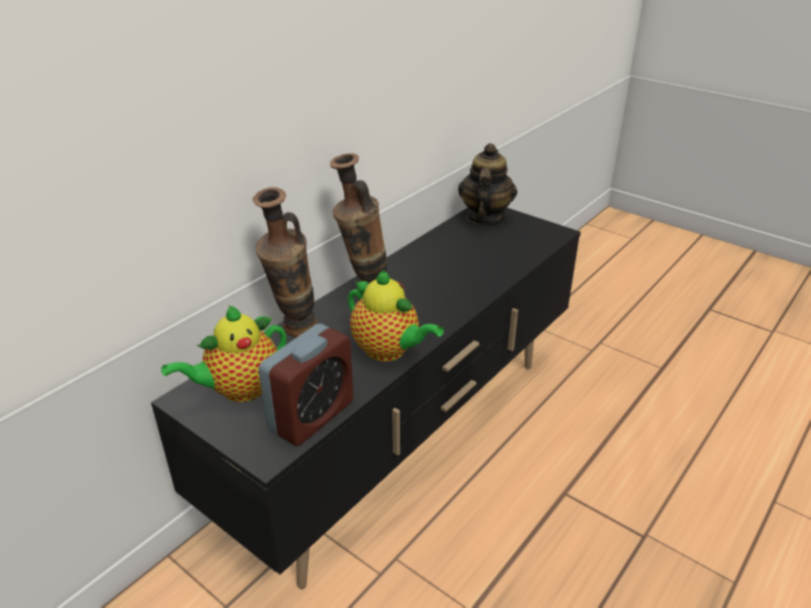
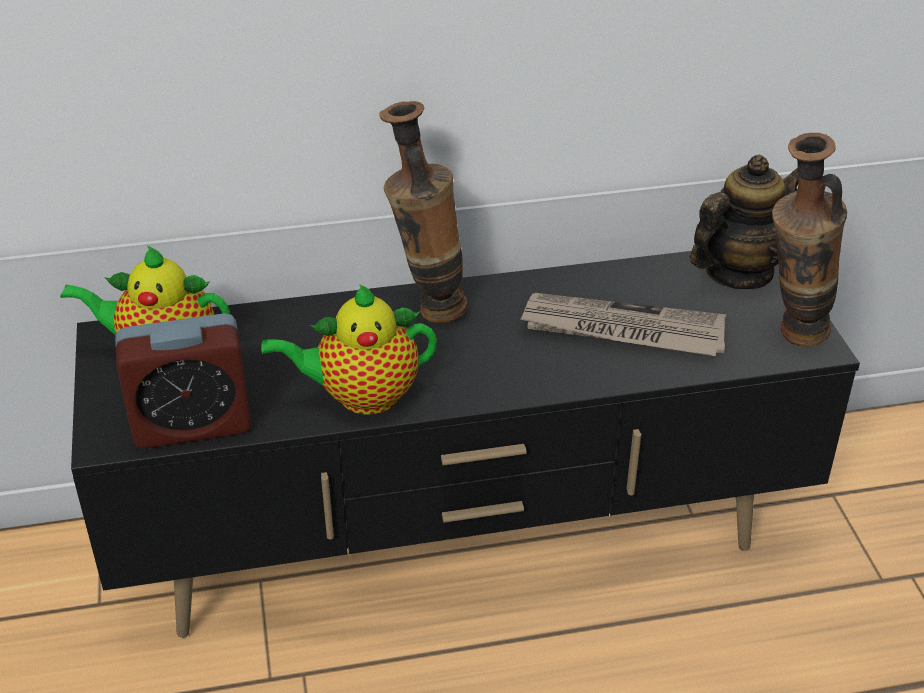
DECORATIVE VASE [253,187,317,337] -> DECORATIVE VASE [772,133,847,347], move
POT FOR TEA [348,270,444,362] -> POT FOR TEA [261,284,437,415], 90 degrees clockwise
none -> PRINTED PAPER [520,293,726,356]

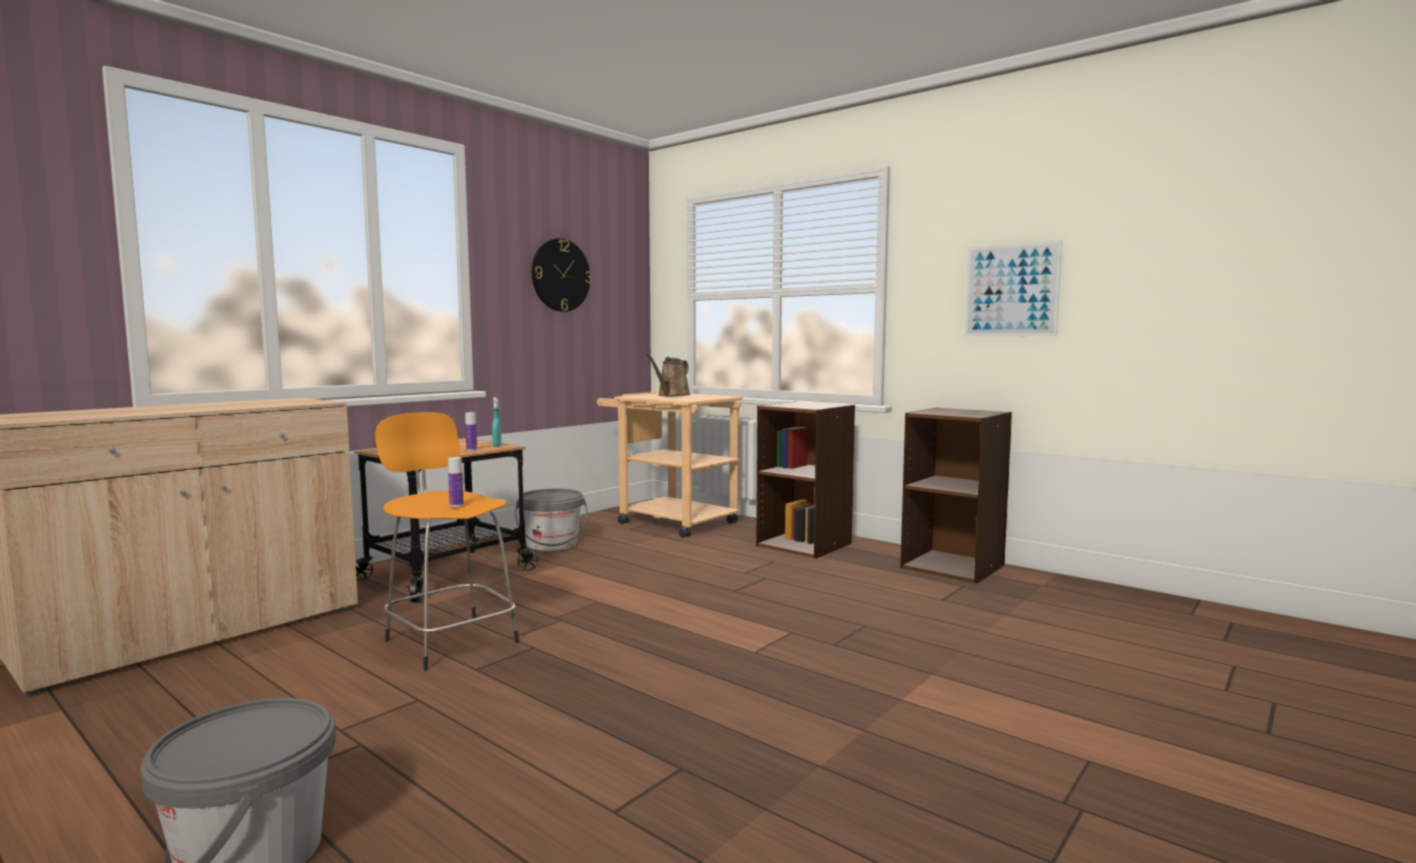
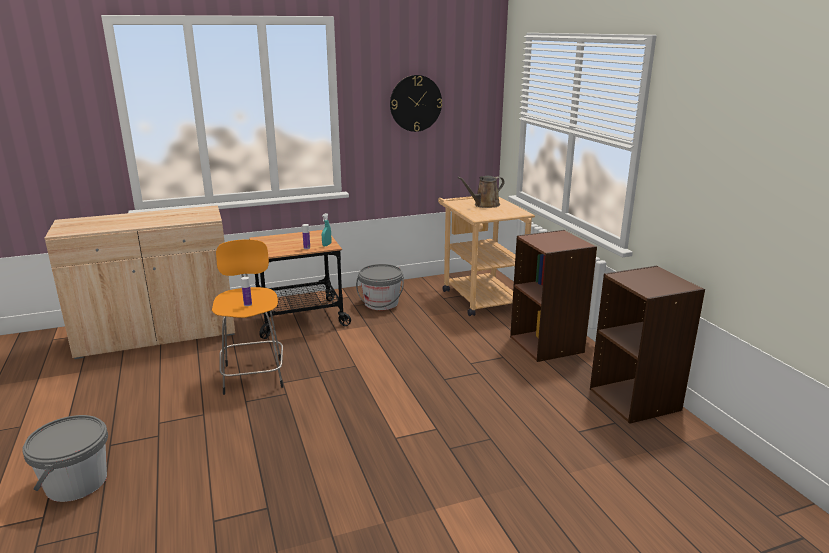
WALL ART [965,240,1062,336] -> none

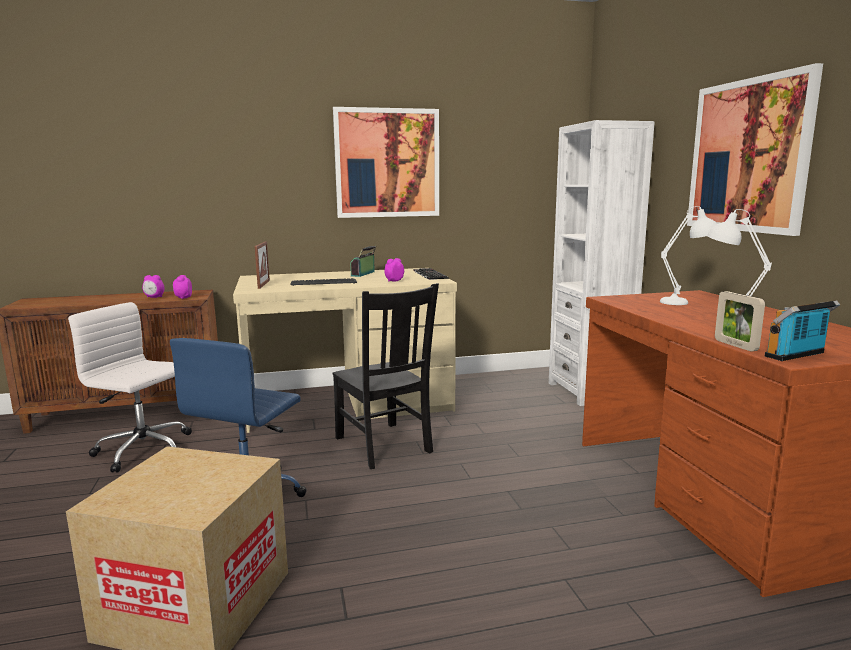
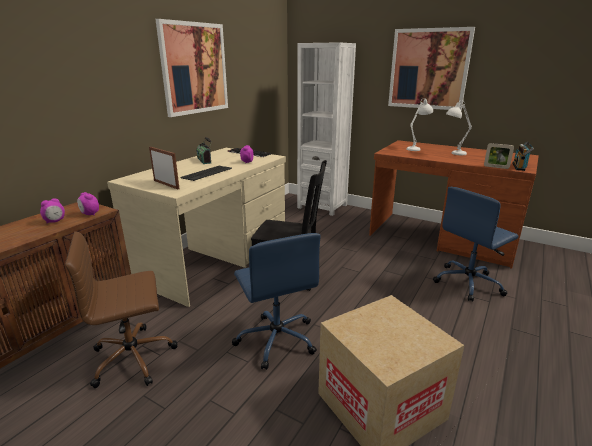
WHITE-COLOURED DESK CHAIR [68,302,192,473] -> BROWNISH DESK CHAIR [65,231,178,388]
none -> BLUE DESK CHAIR [433,187,519,302]

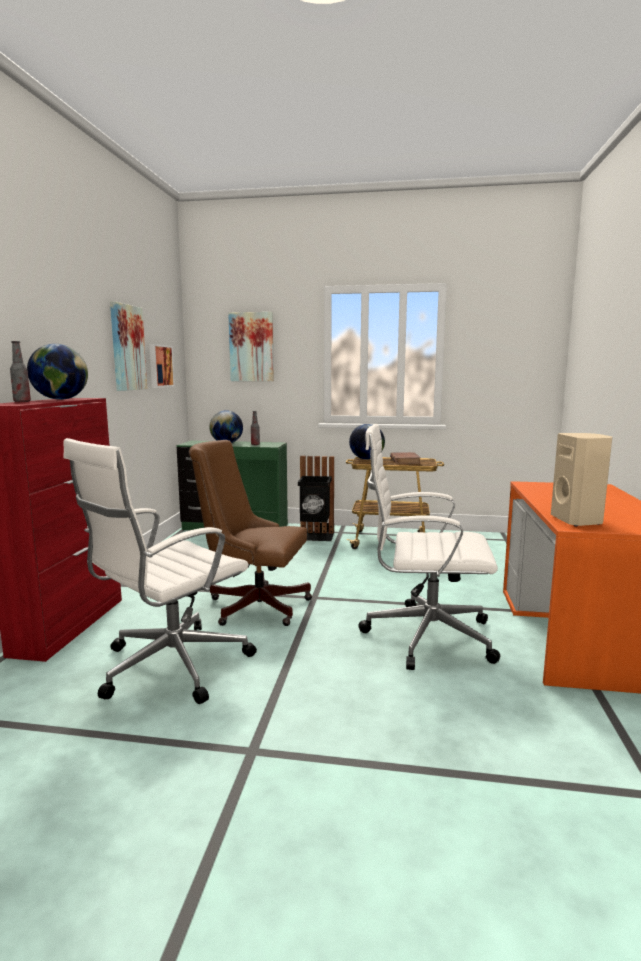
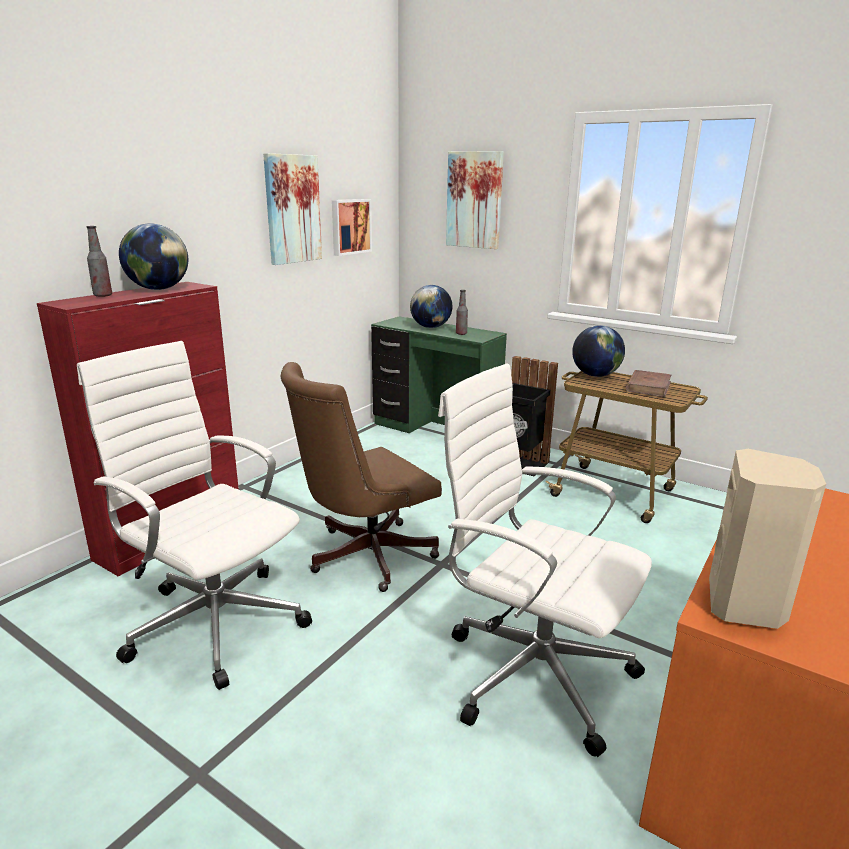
WHITE-COLOURED DESK CHAIR [63,438,257,704] -> WHITE-COLOURED DESK CHAIR [77,341,312,690], 60 degrees clockwise
BROWNISH DESK CHAIR [189,440,312,626] -> BROWNISH DESK CHAIR [281,362,442,592], 75 degrees counterclockwise

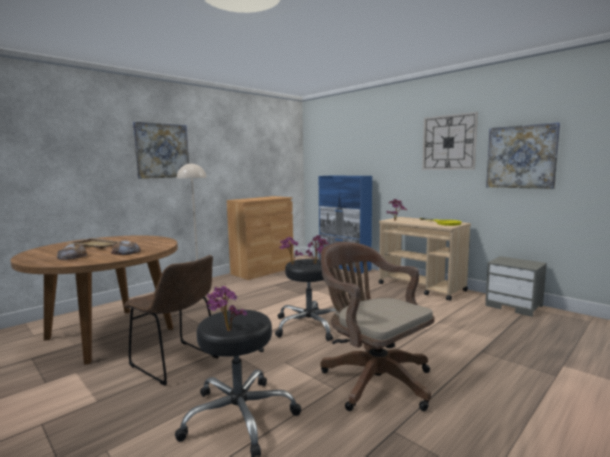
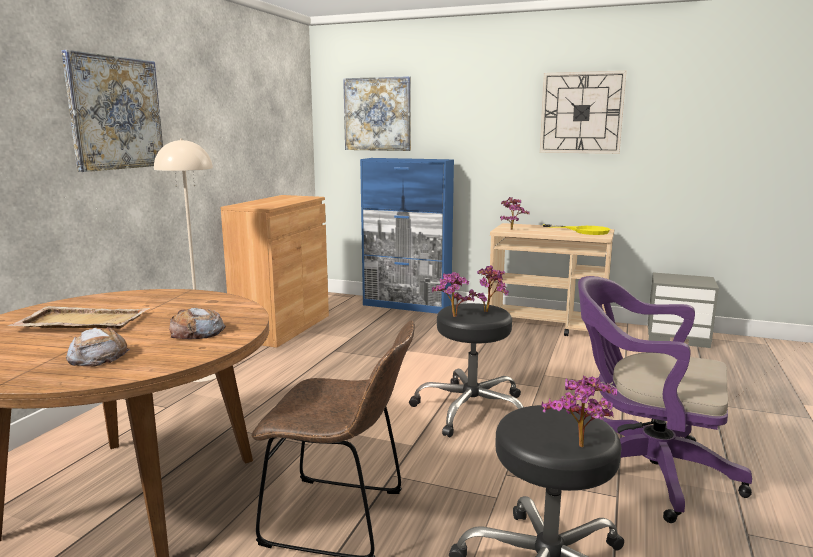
BROWNISH DESK CHAIR [320,242,435,411] -> PURPLISH DESK CHAIR [578,276,752,523]
WALL ART [486,122,560,189] -> WALL ART [343,76,411,151], move

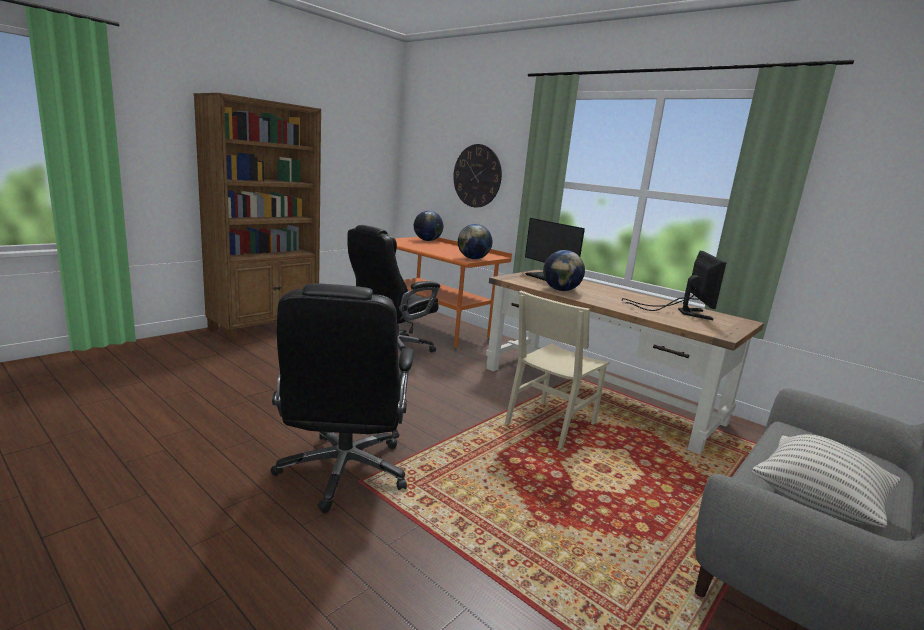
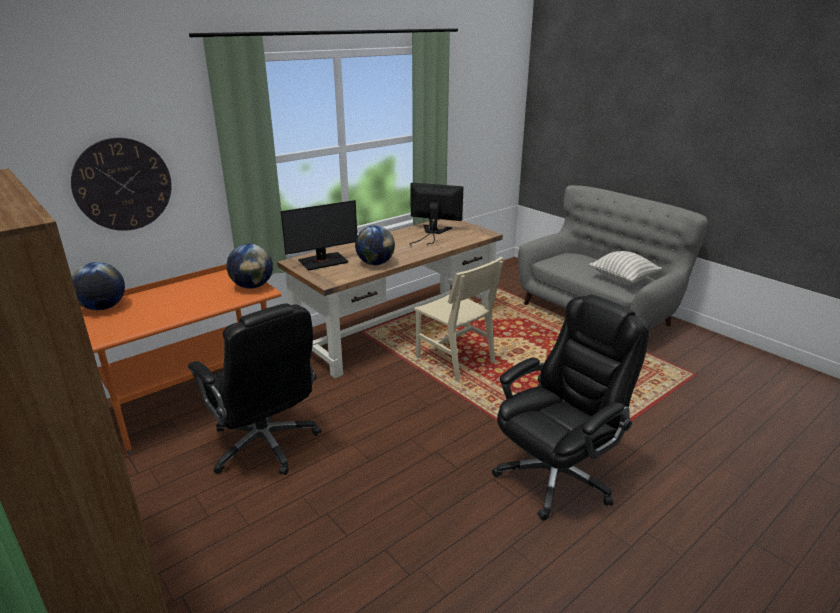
BLACKISH DESK CHAIR [271,283,415,513] -> BLACKISH DESK CHAIR [492,295,650,520], 45 degrees counterclockwise

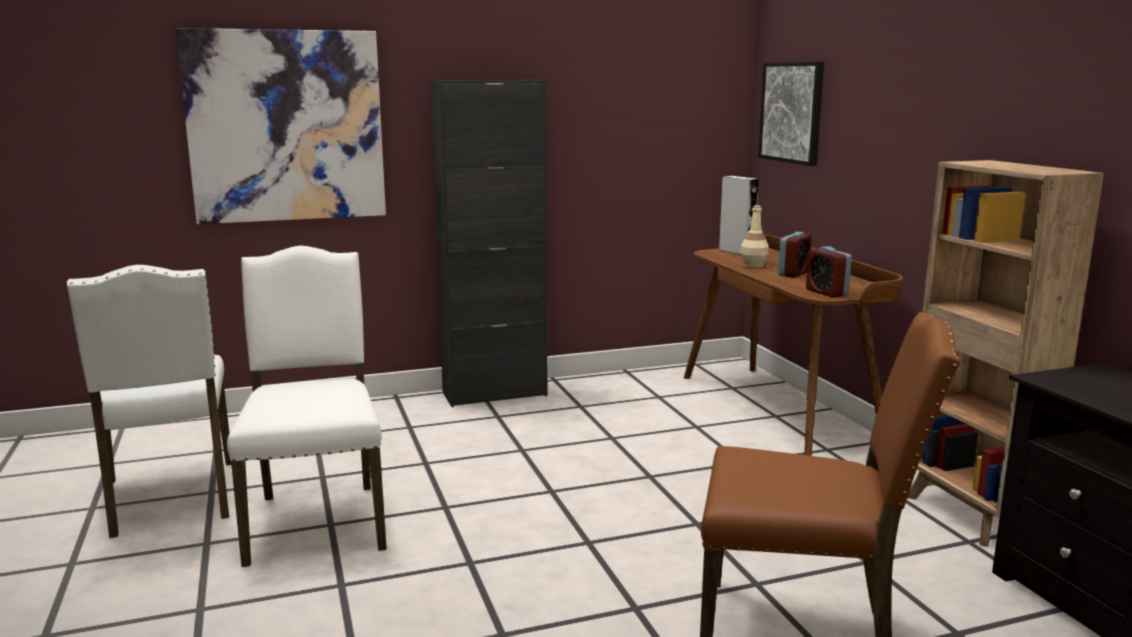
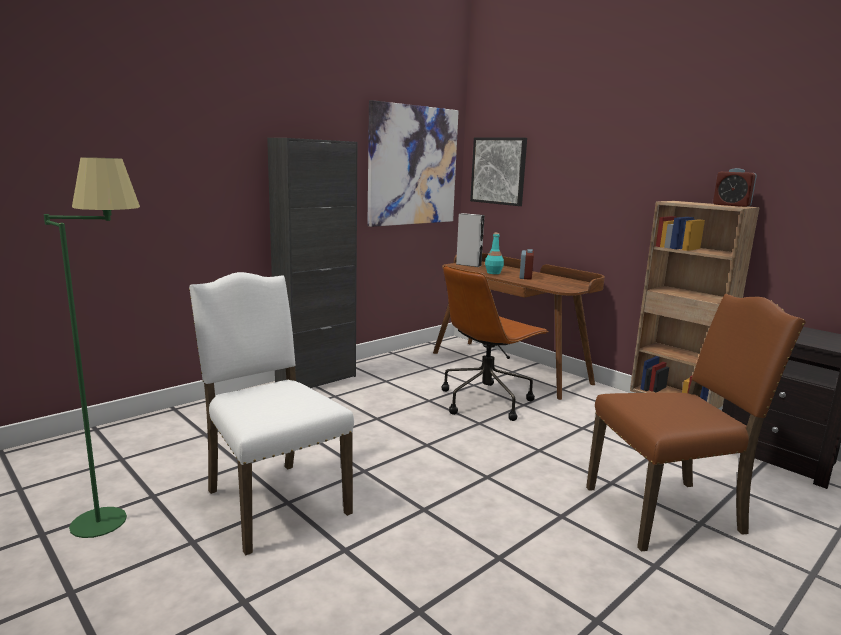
WHITE-COLOURED UPRIGHT CHAIR [67,265,231,538] -> GREENISH STANDARD LAMP [44,157,140,538]
WALL ART [175,28,386,224] -> WALL ART [367,100,459,227], move
SAND-COLOURED DRINK BOTTLE [740,205,769,268] -> TURQUOISE DRINK BOTTLE [485,233,504,274]
TABLE CLOCK [806,246,852,298] -> TABLE CLOCK [713,168,757,207], move
none -> BROWNISH DESK CHAIR [442,265,548,421]

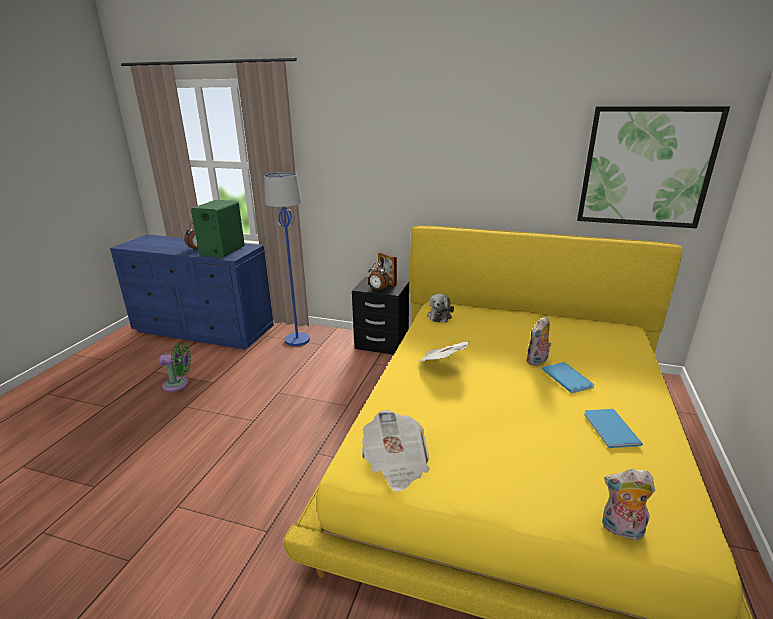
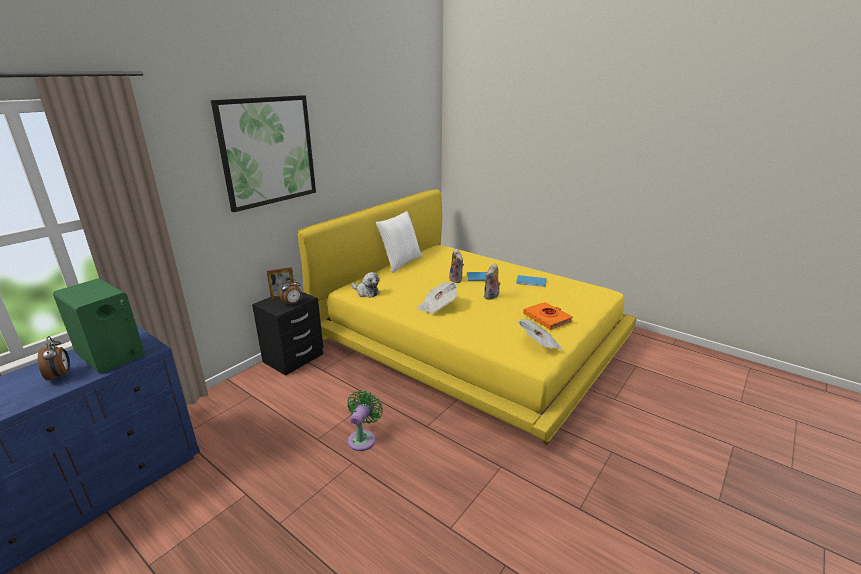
GREENISH ELECTRIC FAN [159,343,191,392] -> GREENISH ELECTRIC FAN [347,391,383,451], move
BLUE STANDARD LAMP [264,172,310,346] -> none
WALL ART [577,106,730,228] -> WALL ART [211,95,316,212], move
SOFT TOY [602,469,655,543] -> SOFT TOY [484,263,501,300], move
none -> WHITE-COLOURED PILLOW [376,211,422,273]
none -> ORANGE BOOK [523,302,573,330]

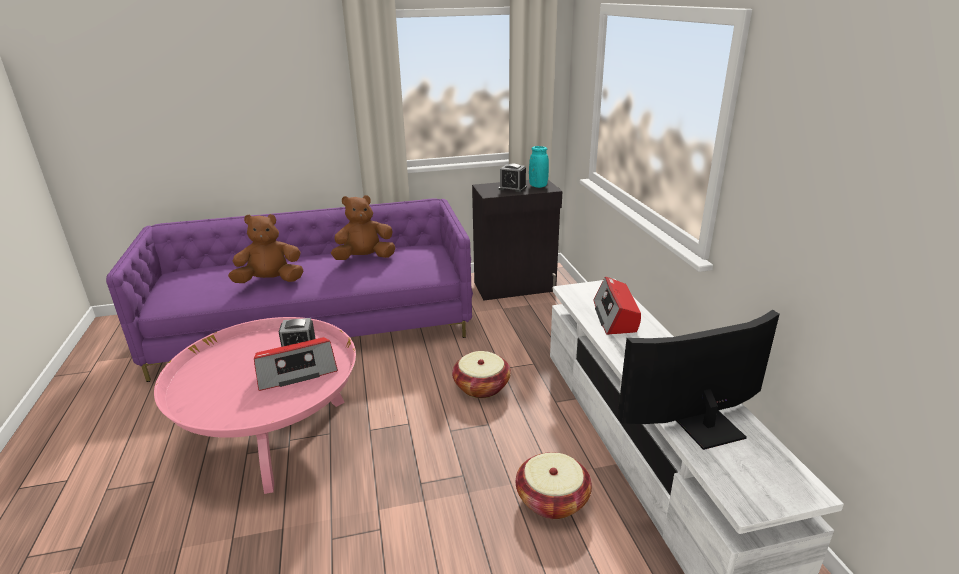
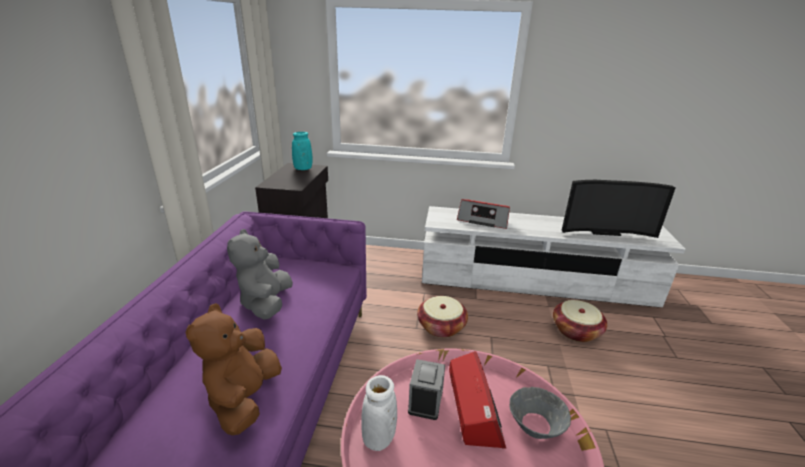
BROWNISH SOFT TOY [331,195,395,260] -> GRAY SOFT TOY [227,229,293,319]
TABLE CLOCK [499,164,527,192] -> none
TELEVISION [618,310,780,450] -> TELEVISION [561,180,675,238], 90 degrees counterclockwise
none -> WHITE-COLOURED DECORATIVE VASE [361,375,397,451]
none -> GRAY BOWL [509,387,571,439]

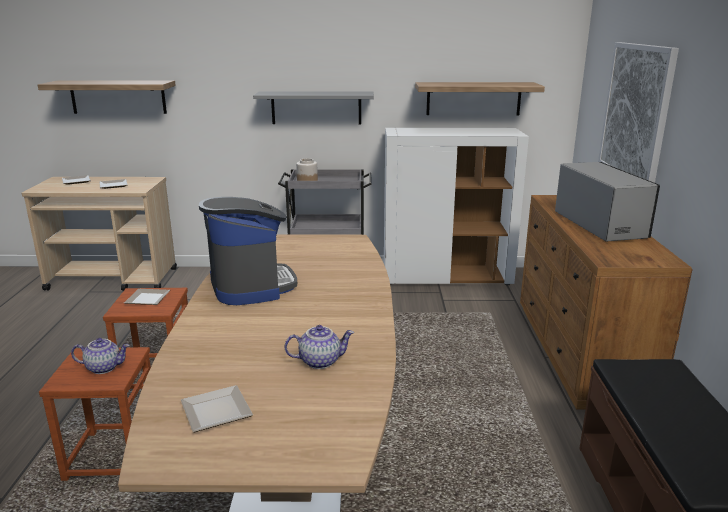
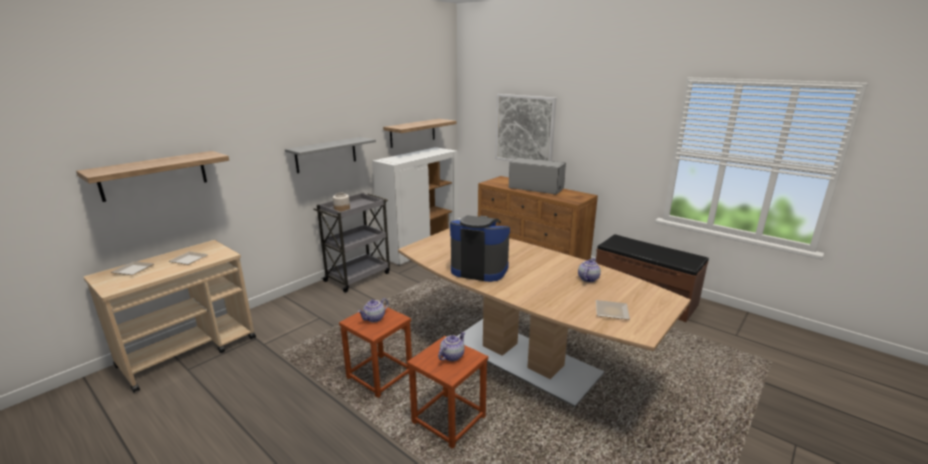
DINNER PLATE [124,289,170,305] -> POT FOR TEA [358,298,388,322]

